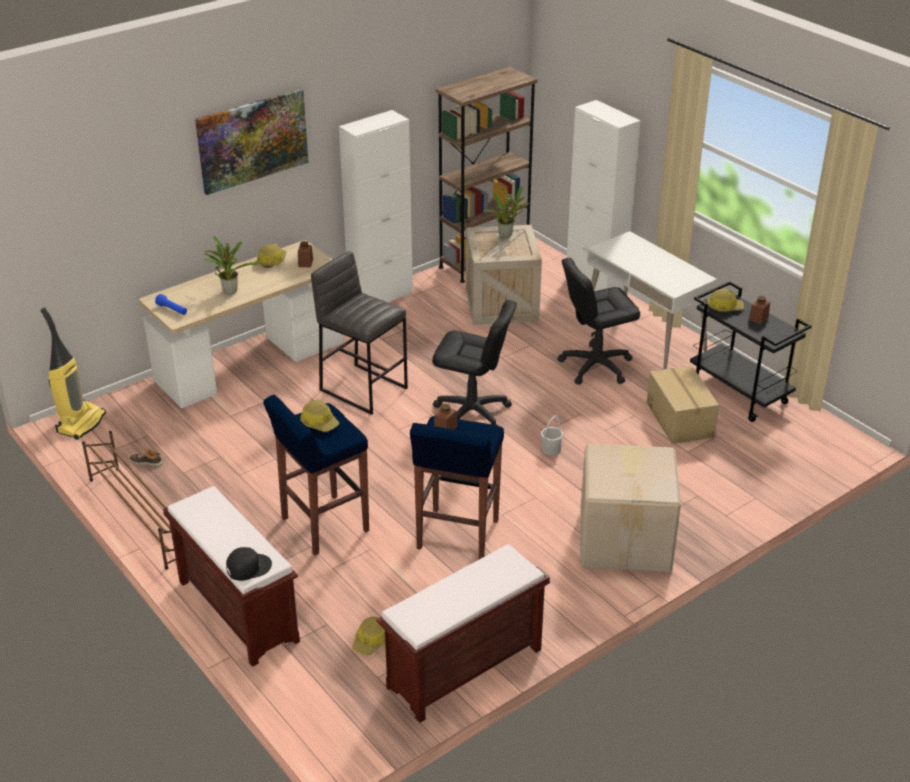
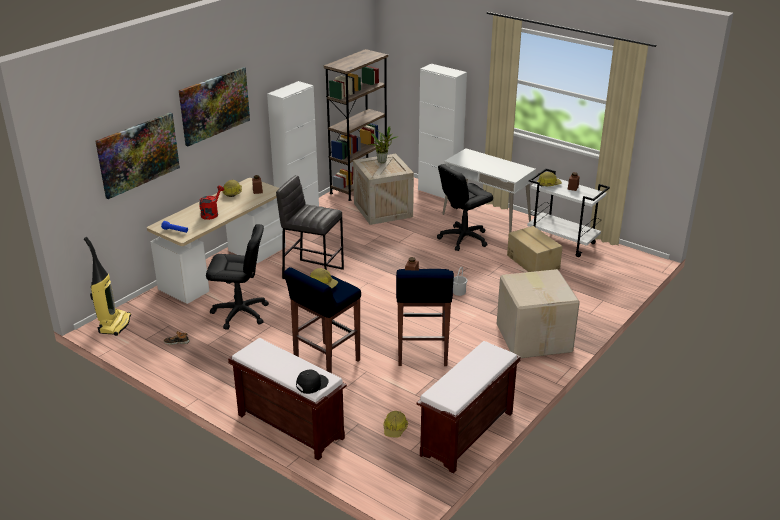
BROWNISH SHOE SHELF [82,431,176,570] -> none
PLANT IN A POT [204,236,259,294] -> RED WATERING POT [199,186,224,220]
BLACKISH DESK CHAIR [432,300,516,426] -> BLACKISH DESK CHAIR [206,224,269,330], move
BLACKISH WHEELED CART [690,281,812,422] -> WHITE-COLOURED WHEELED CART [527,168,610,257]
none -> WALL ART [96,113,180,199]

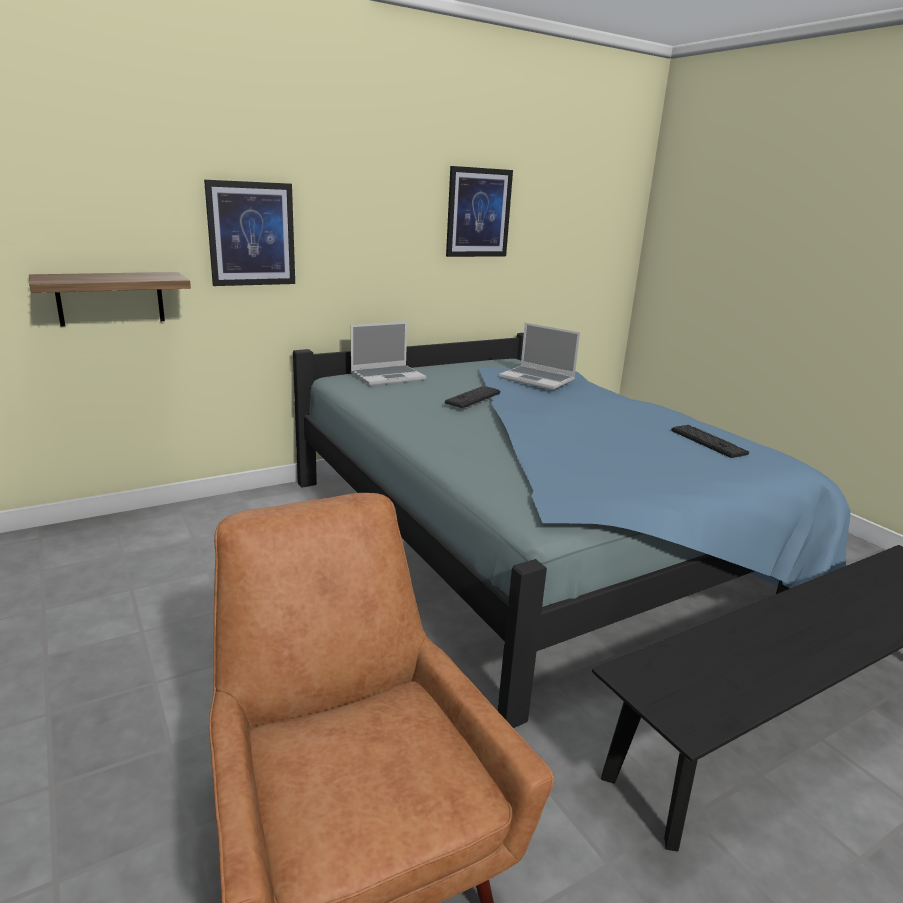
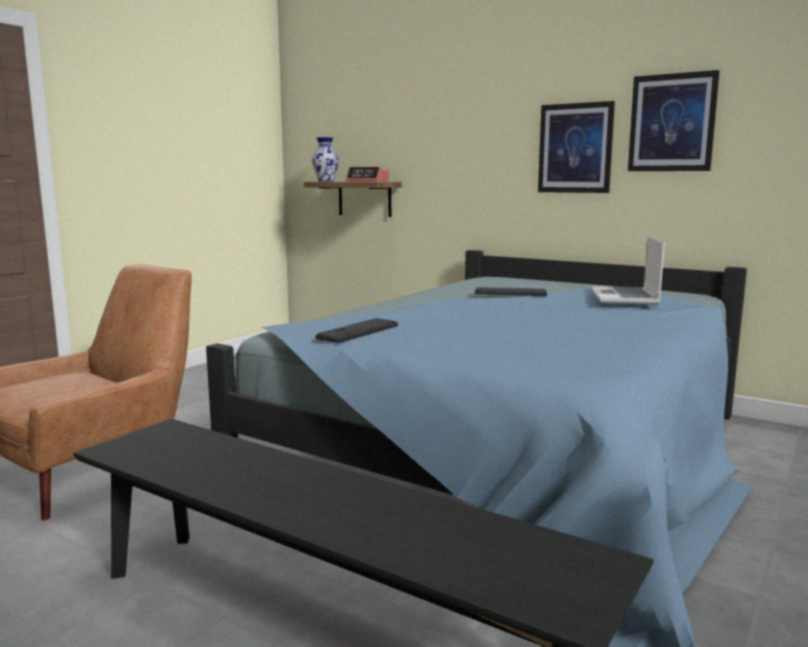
WALL ART [204,179,295,286] -> WALL ART [538,101,615,193], move
PORTABLE COMPUTER [351,322,426,386] -> none
PC KEYBOARD [671,425,749,458] -> PC KEYBOARD [315,318,398,343], move
none -> DECORATIVE VASE [312,137,339,182]
none -> TABLE CLOCK [346,167,389,182]

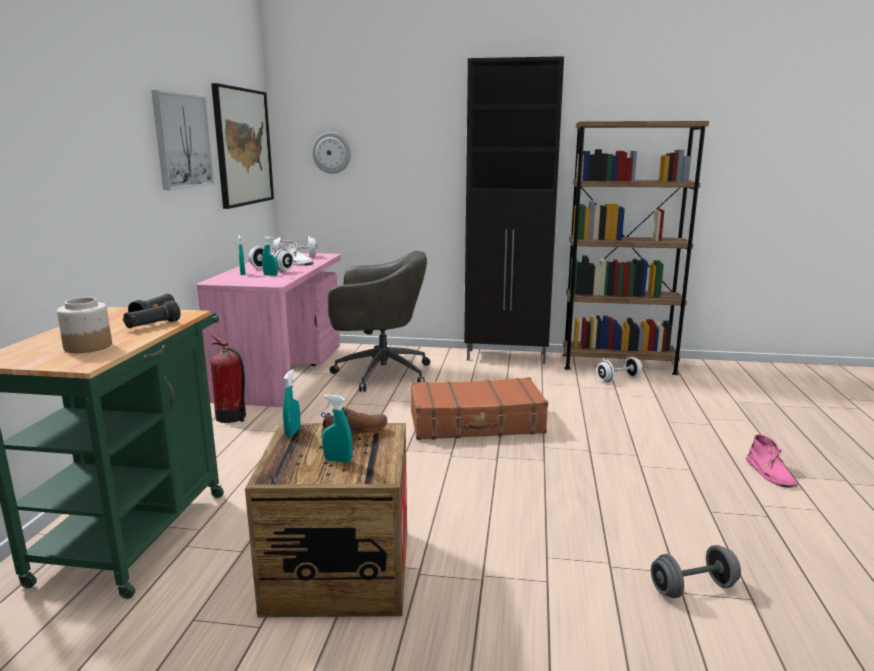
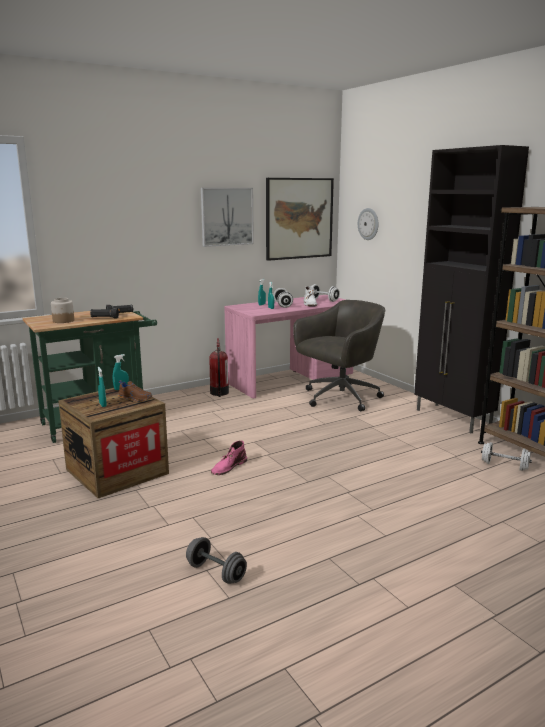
GRAY DESK CHAIR [328,251,430,392] -> GRAY DESK CHAIR [293,300,385,411], 90 degrees counterclockwise
BROWNISH PIECE OF LUGGAGE [411,377,548,440] -> none
PINK-COLOURED BOOT [746,434,798,488] -> PINK-COLOURED BOOT [211,441,247,475], move

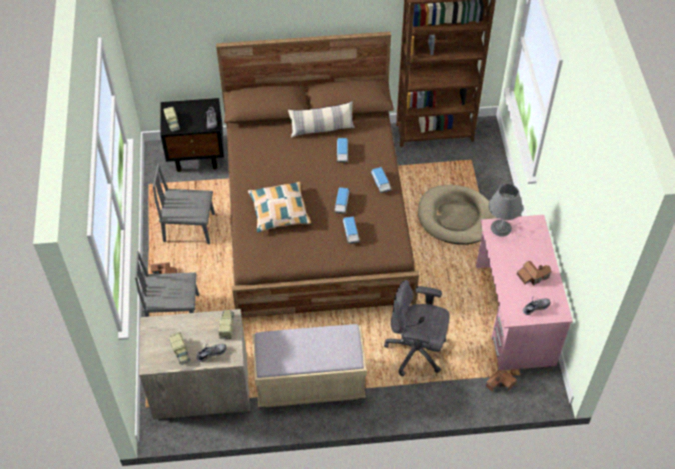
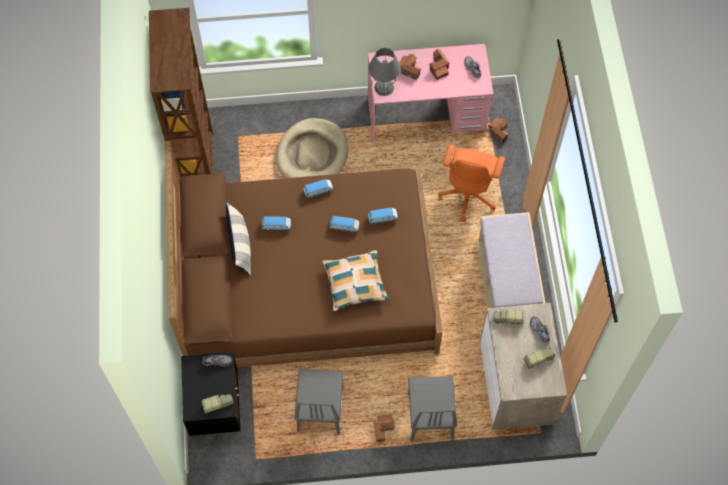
GRAY DESK CHAIR [384,280,449,376] -> ORANGE DESK CHAIR [438,144,505,222]
none -> TOY HOUSE [399,54,421,80]

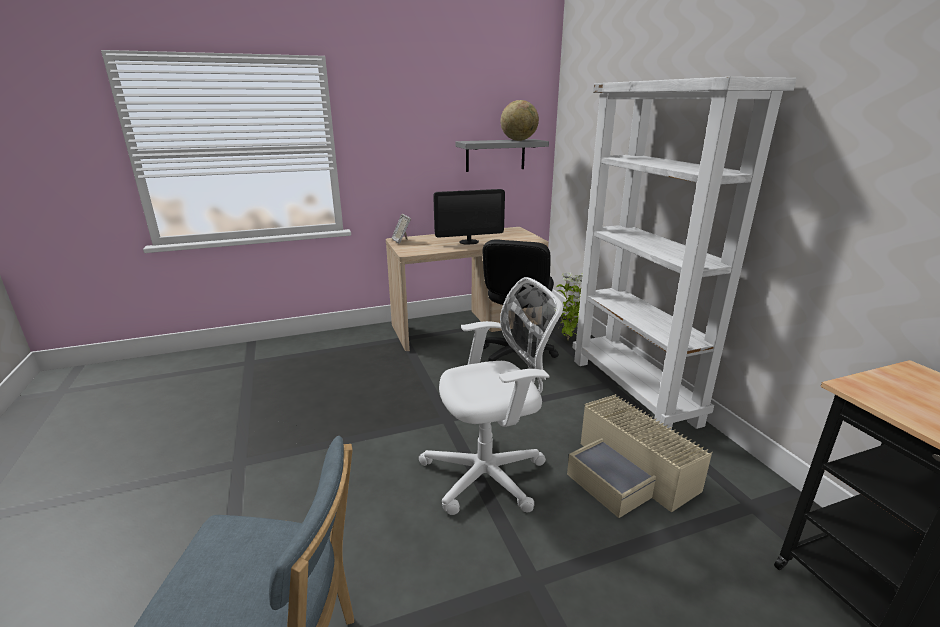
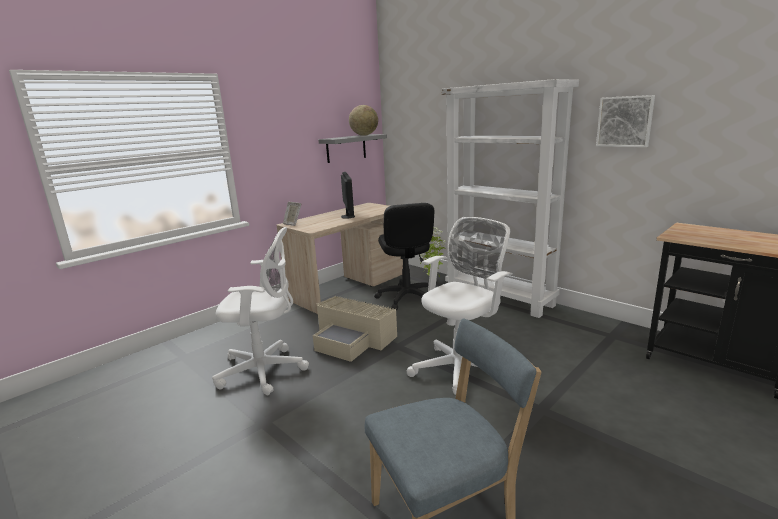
MONITOR [433,189,505,245] -> MONITOR [341,172,355,219], 60 degrees counterclockwise
SAND-COLOURED STORAGE BIN [567,394,713,518] -> SAND-COLOURED STORAGE BIN [313,296,397,362], move
none -> WHITE-COLOURED DESK CHAIR [212,227,309,395]
none -> WALL ART [596,95,655,147]

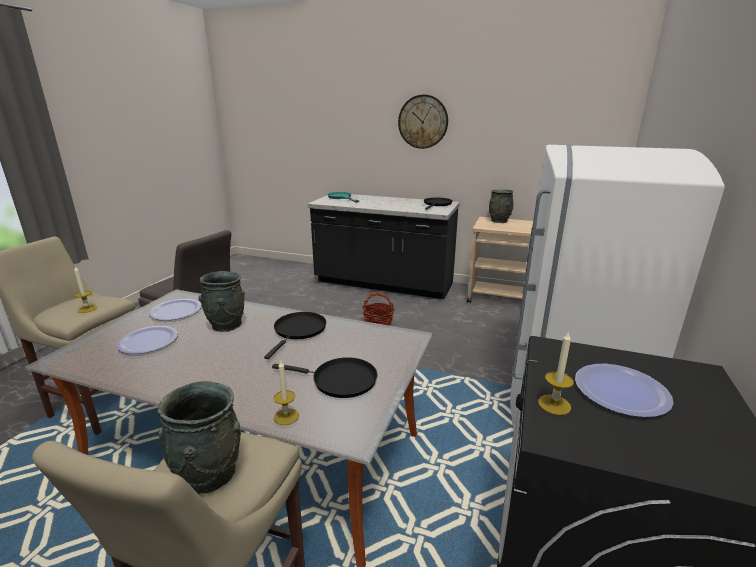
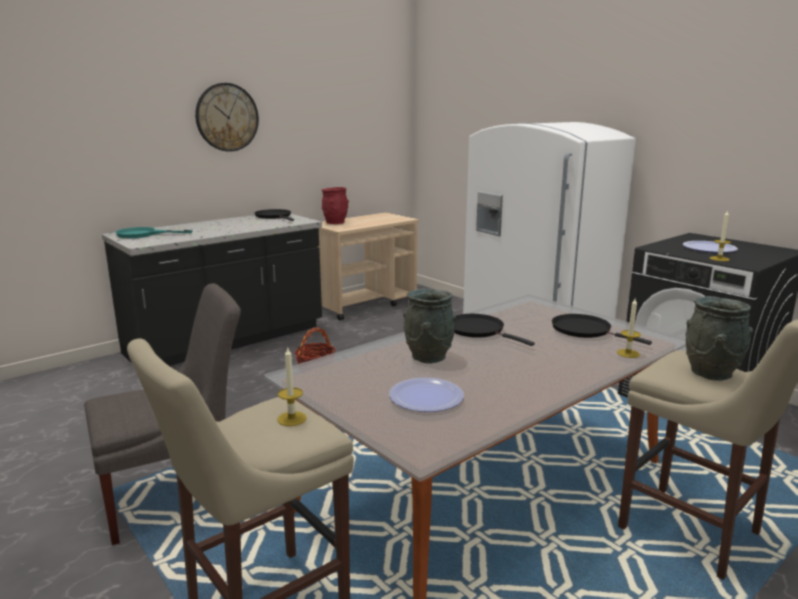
DINNER PLATE [149,299,201,321] -> none
BLACKISH FRYING PAN [272,357,377,398] -> BLACKISH FRYING PAN [552,314,652,345], 90 degrees counterclockwise
GRAY DECORATIVE VASE [489,190,514,223] -> RED DECORATIVE VASE [322,187,349,224]

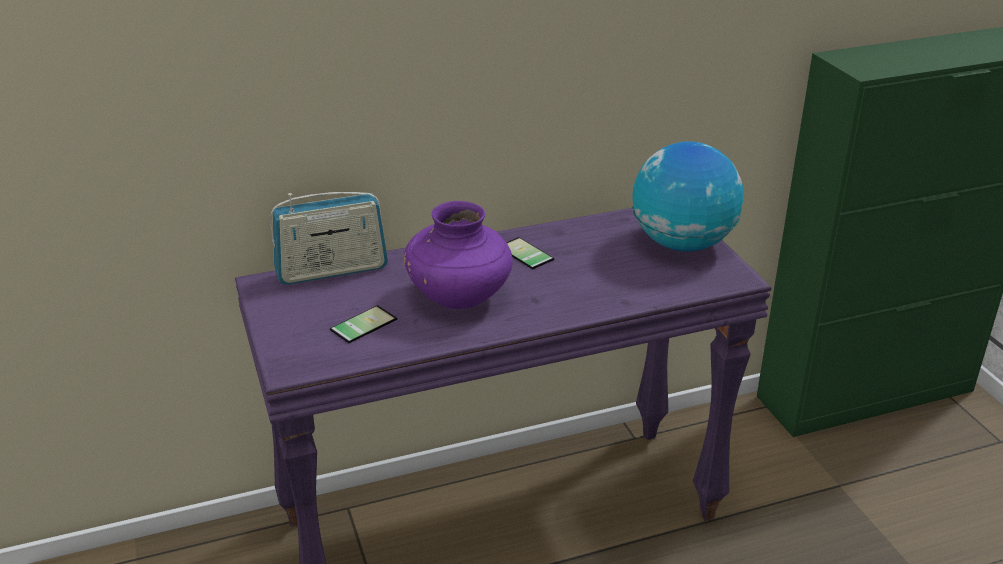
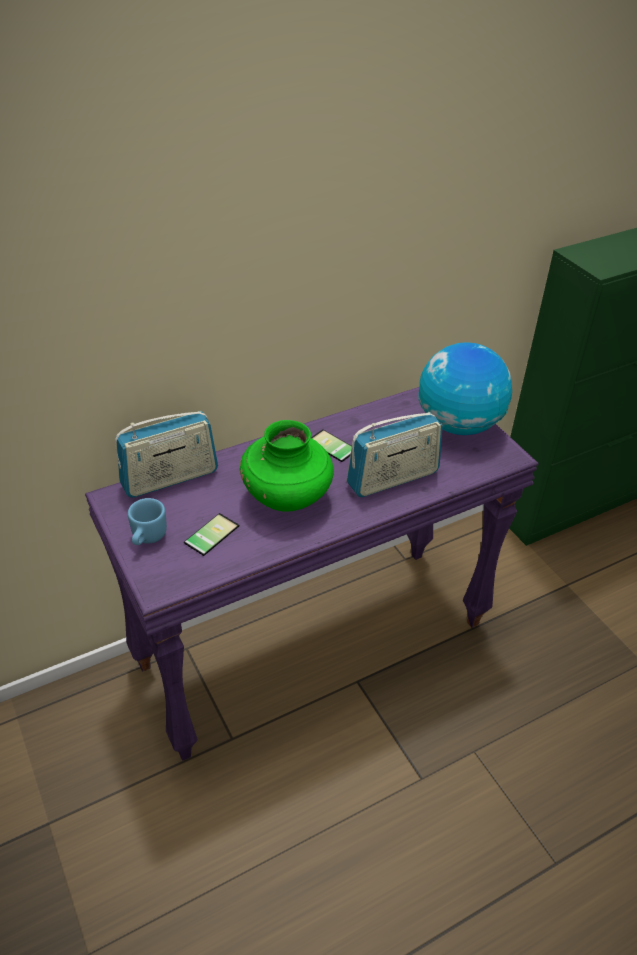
PURPLISH DECORATIVE VASE [404,201,512,309] -> GREENISH DECORATIVE VASE [240,420,334,512]
none -> BLUE TEA MUG [128,498,167,545]
none -> RADIO RECEIVER [346,412,443,497]

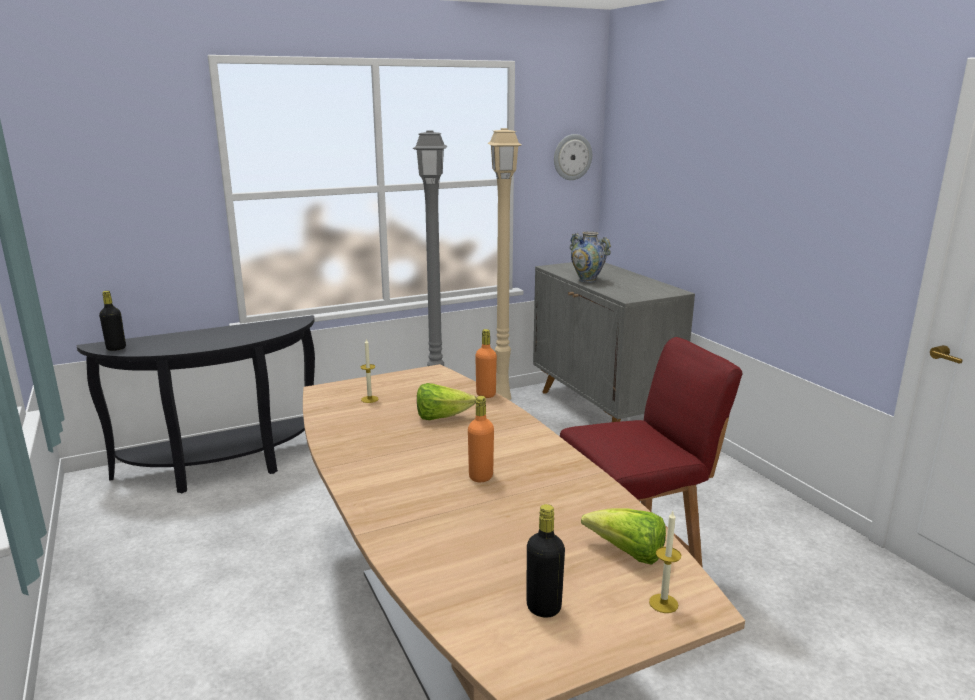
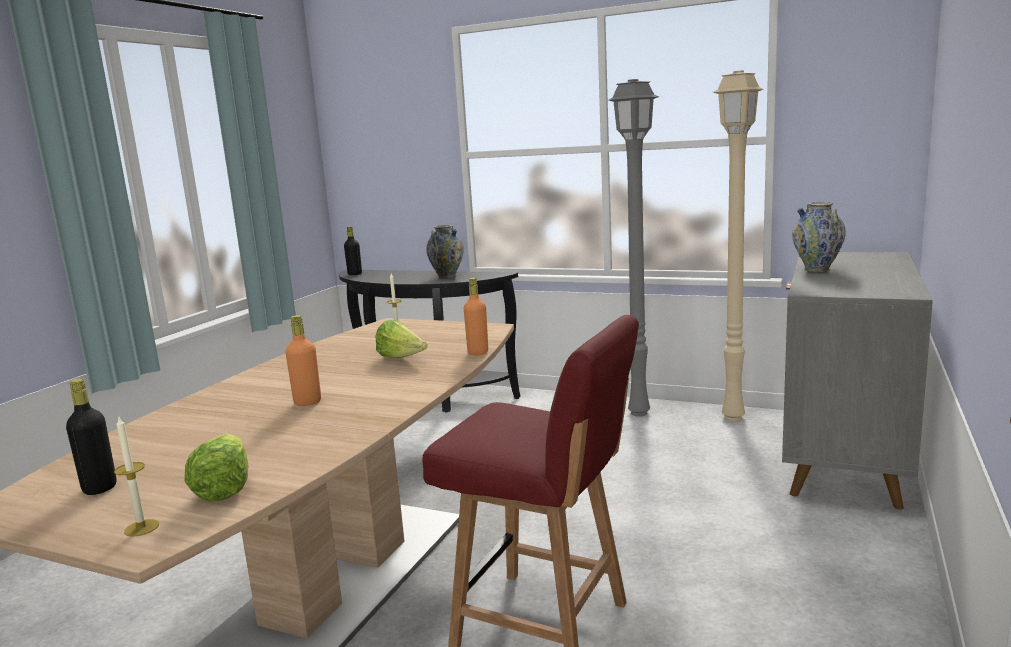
HANGING CLOCK [554,134,592,180] -> none
none -> DECORATIVE VASE [426,225,464,279]

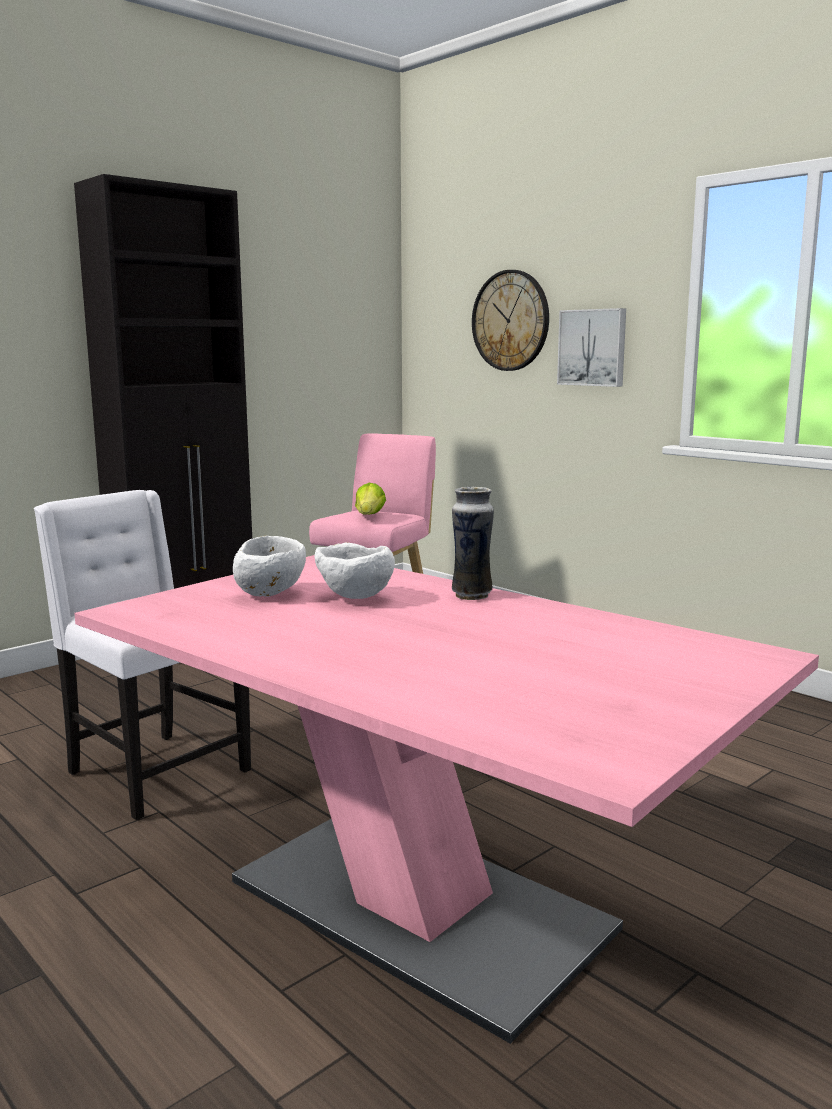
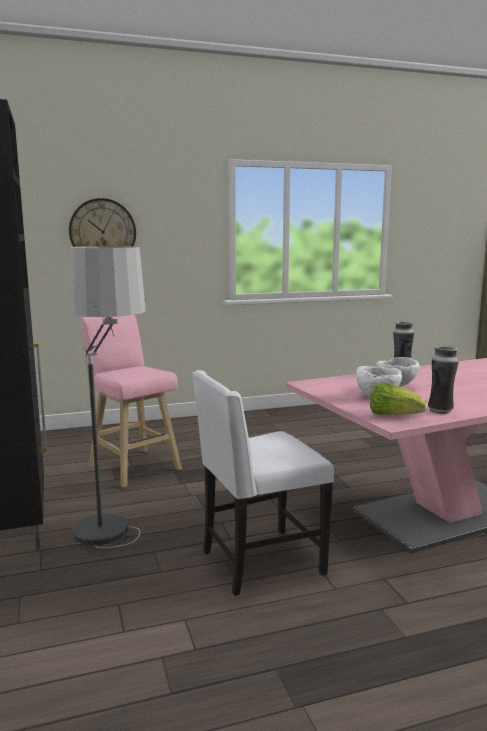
LETTUCE [355,483,386,515] -> LETTUCE [370,383,427,415], move
WALL ART [557,308,626,387] -> none
none -> STANDARD LAMP [70,246,146,548]
none -> DECORATIVE VASE [428,346,459,414]

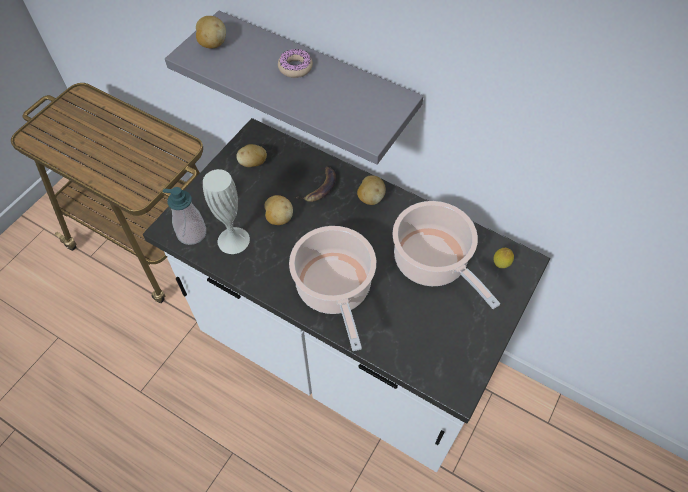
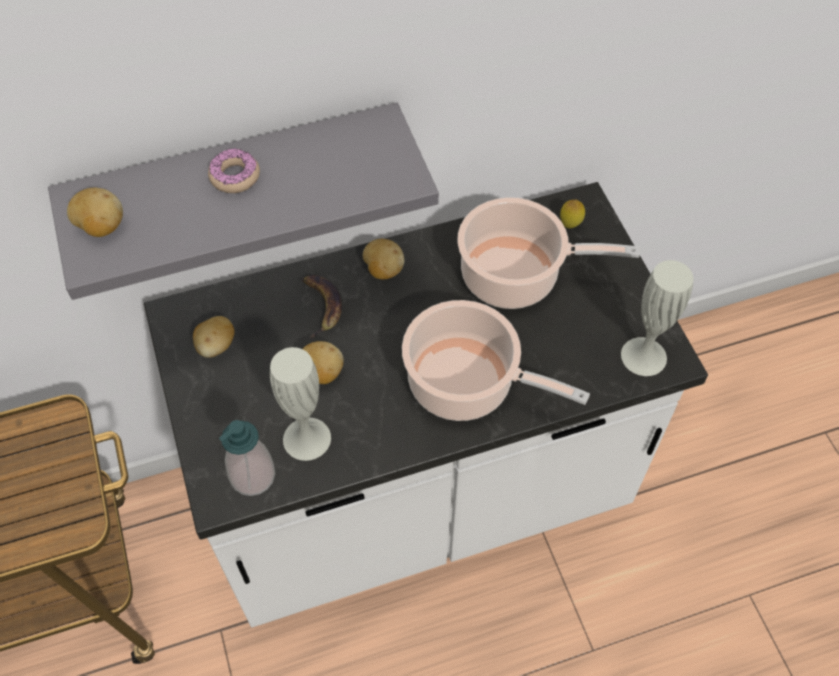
none -> WHITE-COLOURED DECORATIVE VASE [621,260,694,376]

